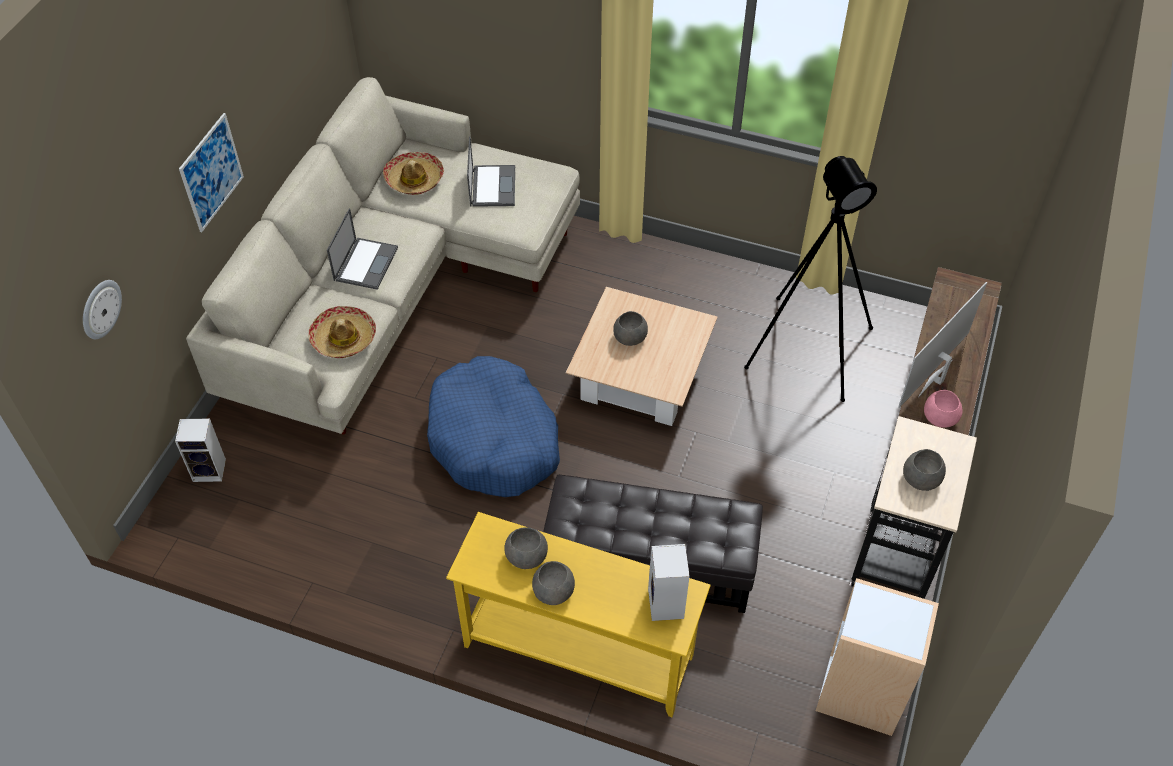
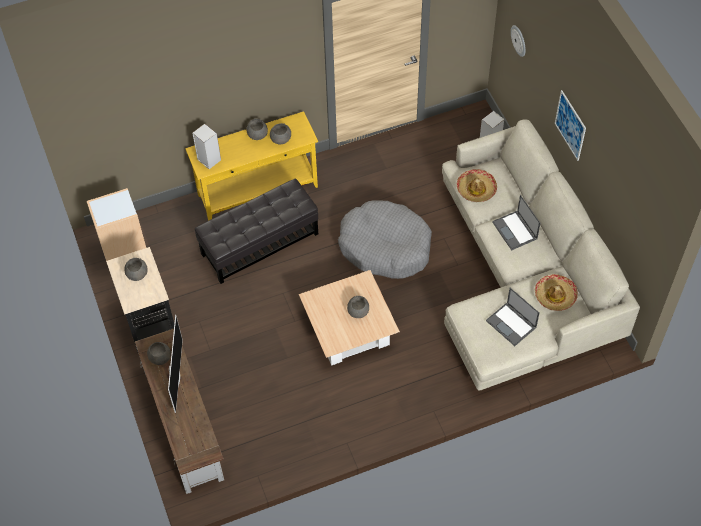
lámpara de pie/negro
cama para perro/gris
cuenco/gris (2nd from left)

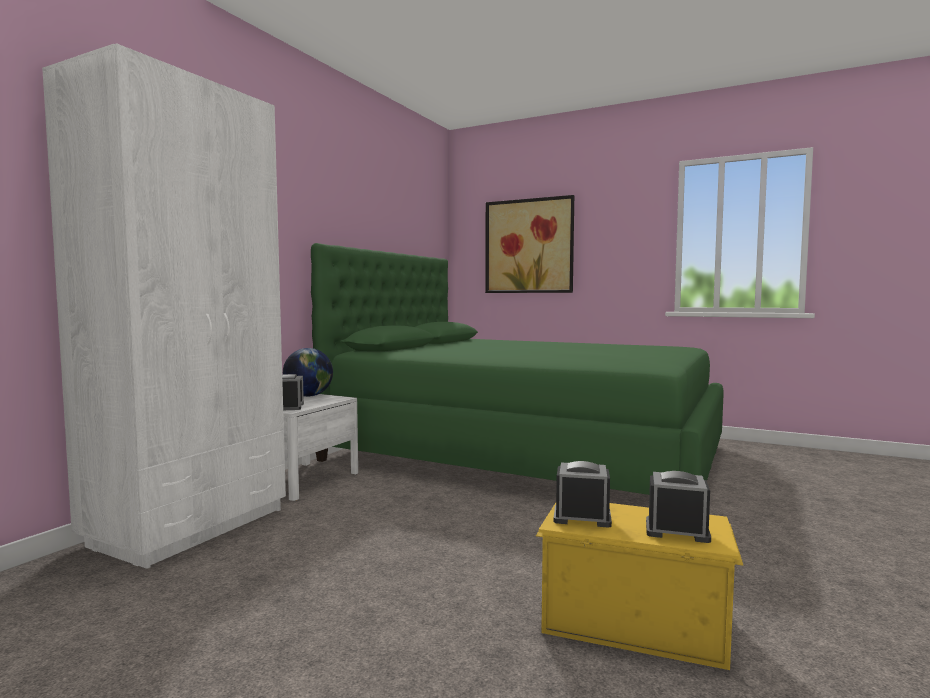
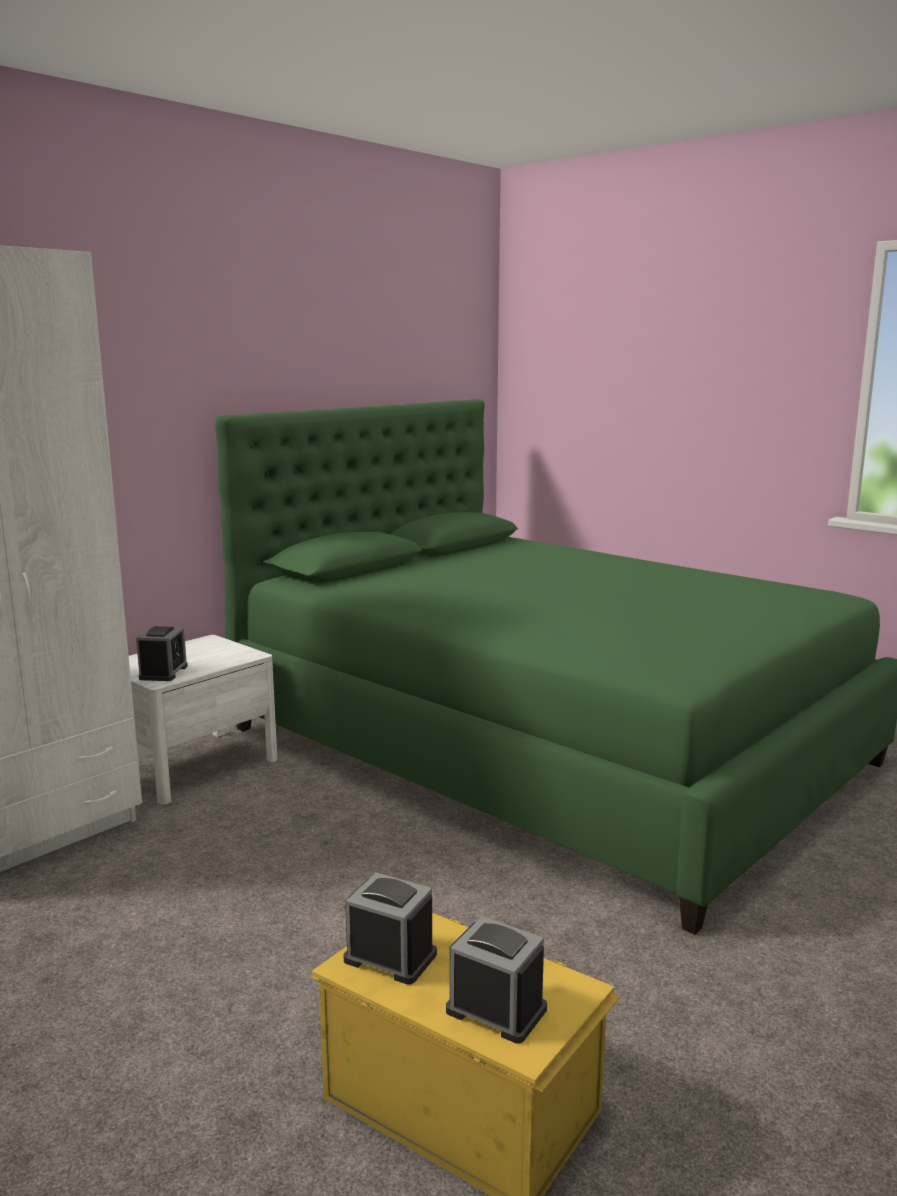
globo terráqueo
cuadro

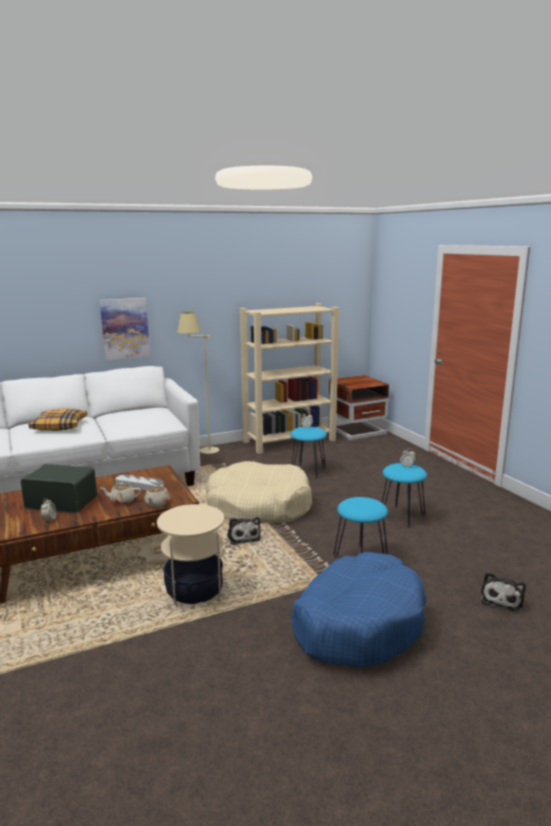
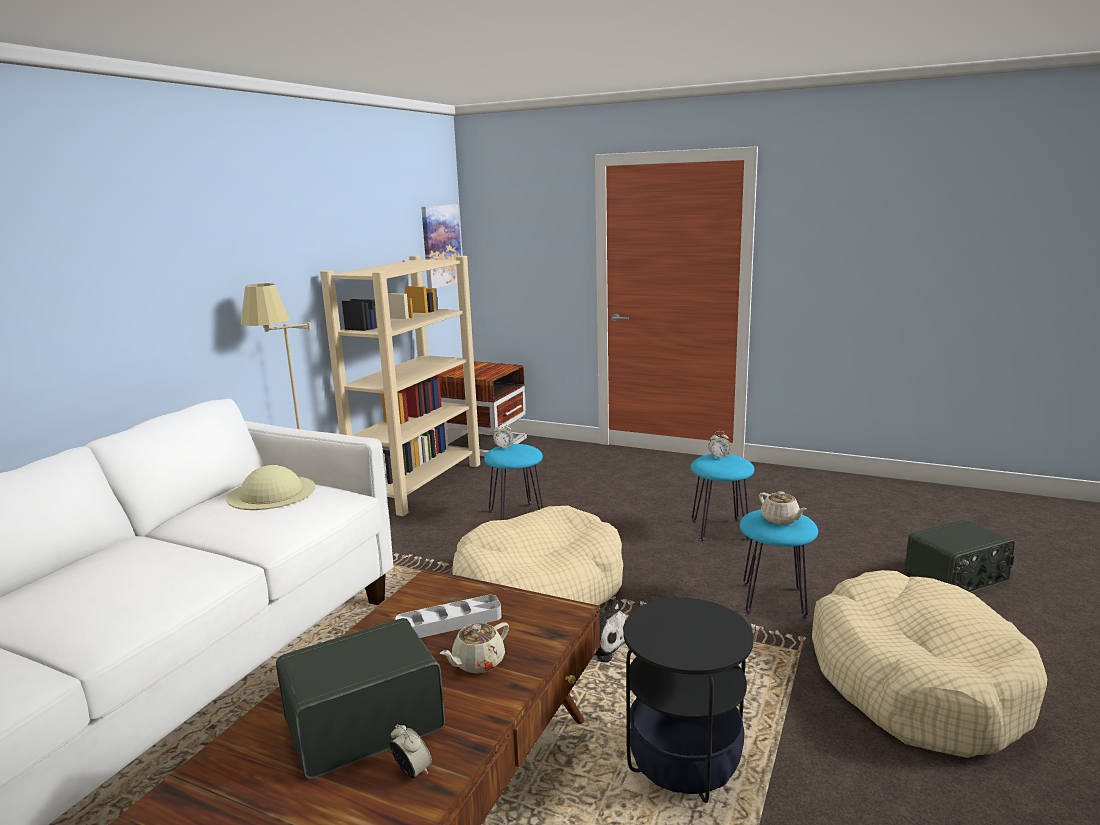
cojín
sombrero/beis
cuadro
tetera/beis (2nd from left)
radio (2nd from left)
mesa auxiliar/negro
cama para perro/beis (2nd from left)

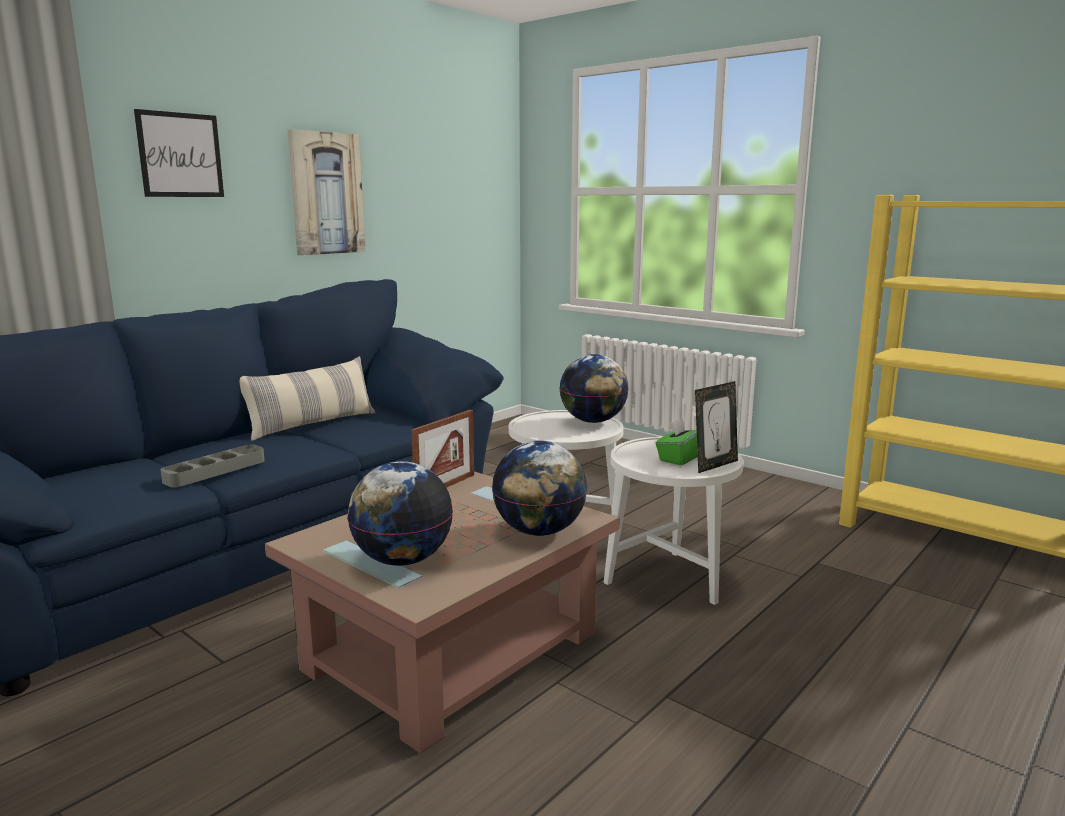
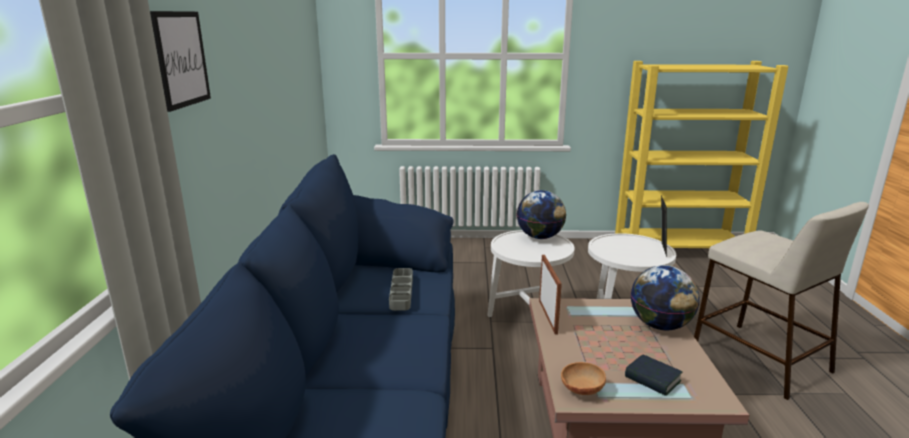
cojín
cuadro (2nd from left in the first image)
caja de pañuelos/verde
cuenco/marrón
taburete/beis
bandeja/gris
libro

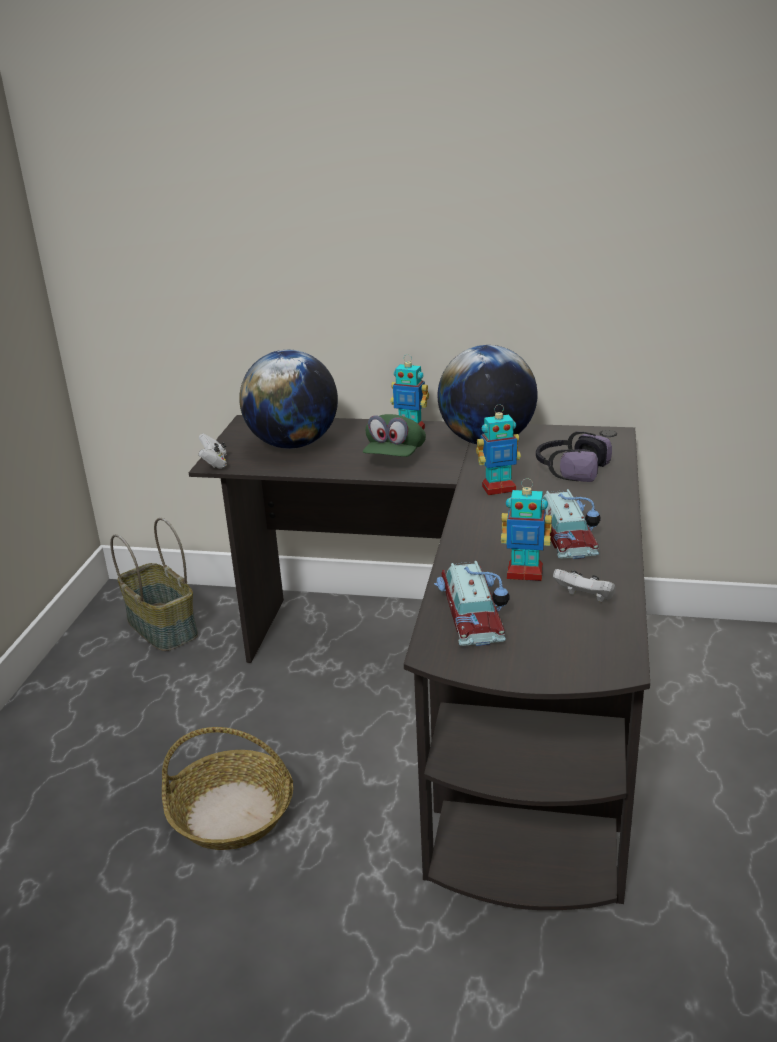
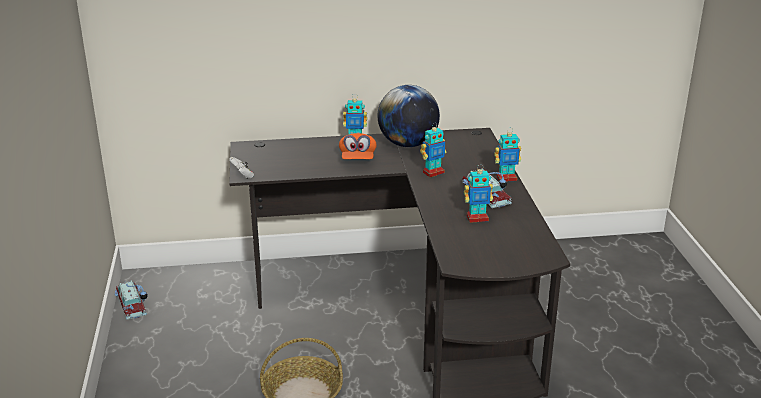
cesta (1st from left in the first image)
globo terráqueo (1st from left in the first image)
auriculares
mando de consola/blanco (2nd from left in the first image)
robot de juguete (4th from left)
coche de juguete (1st from left)
gorra/naranja

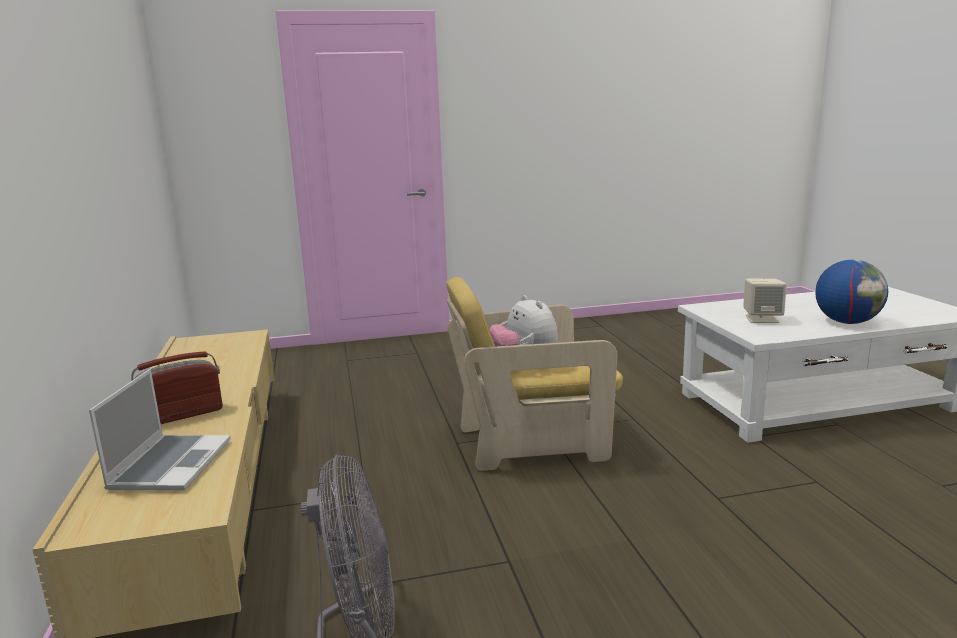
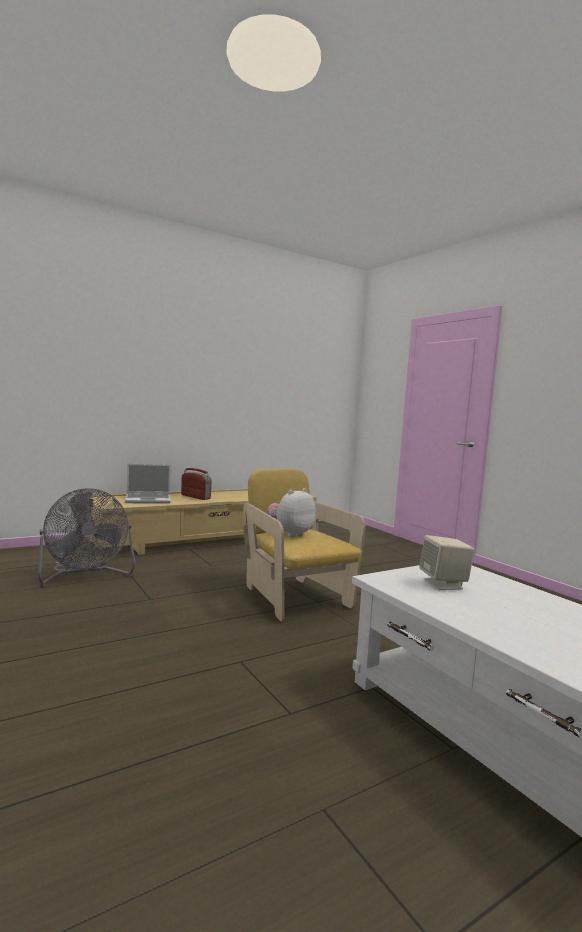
globo terráqueo

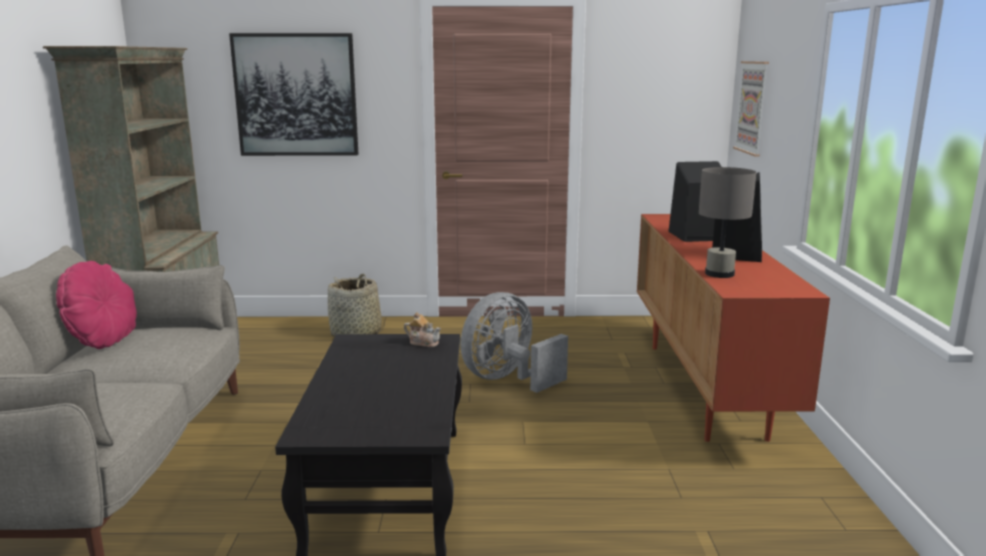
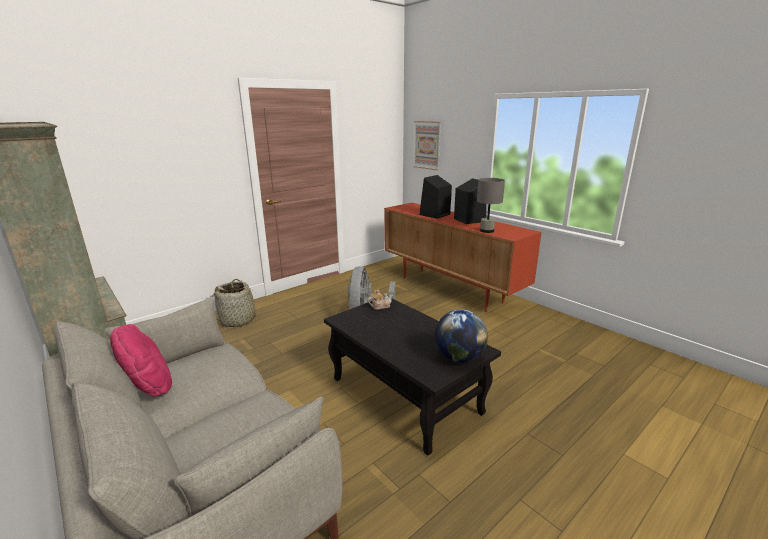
cuadro (1st from left in the first image)
globo terráqueo

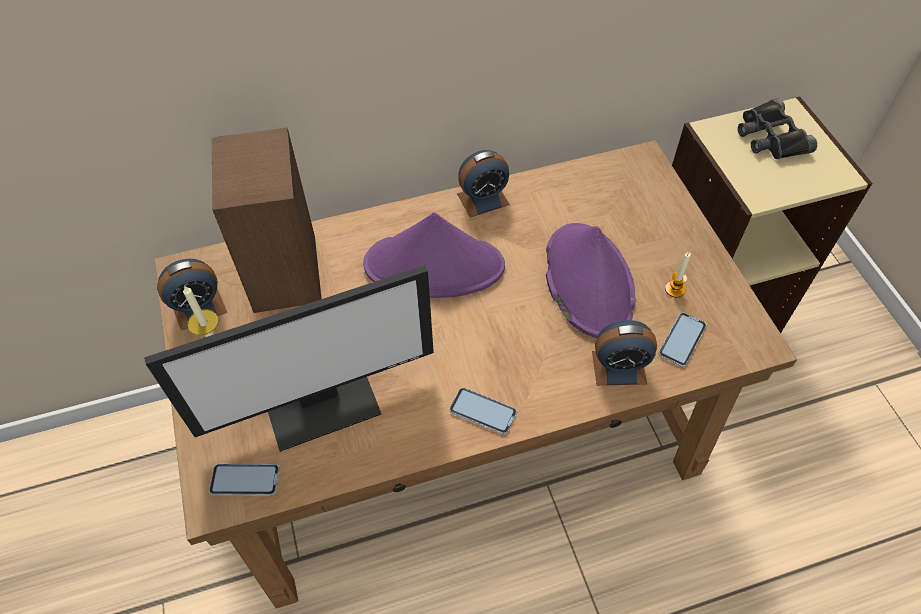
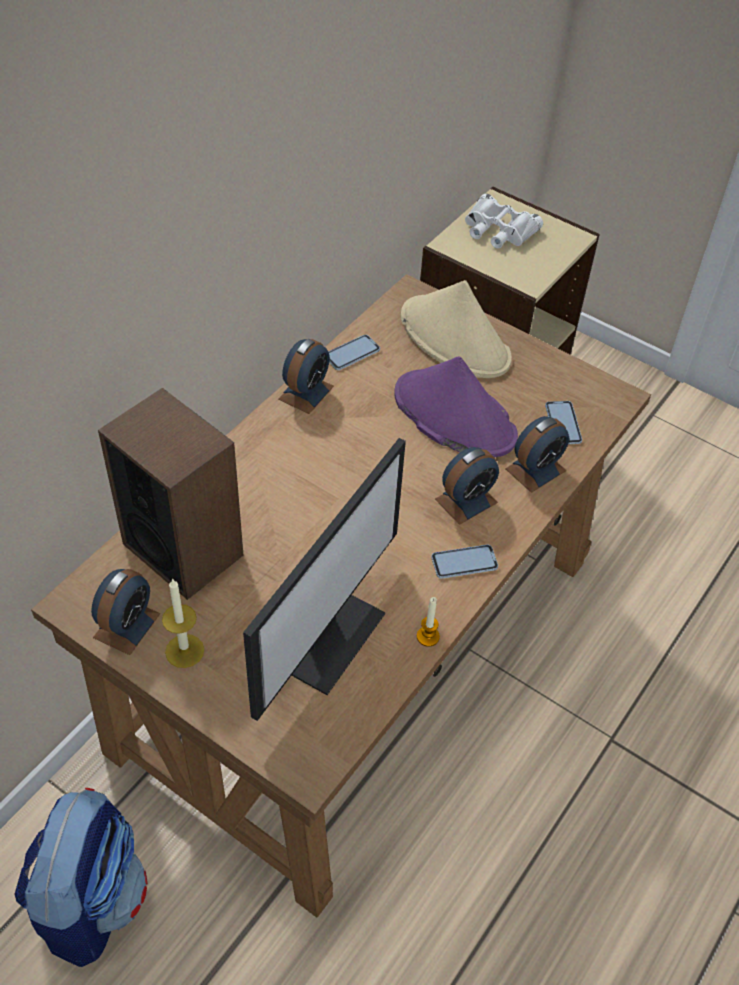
sombrero/morado (1st from left in the first image)
mochila
sombrero/beis
despertador (3rd from left)
móvil (1st from left)
vela (2nd from left)
prismáticos/blanco

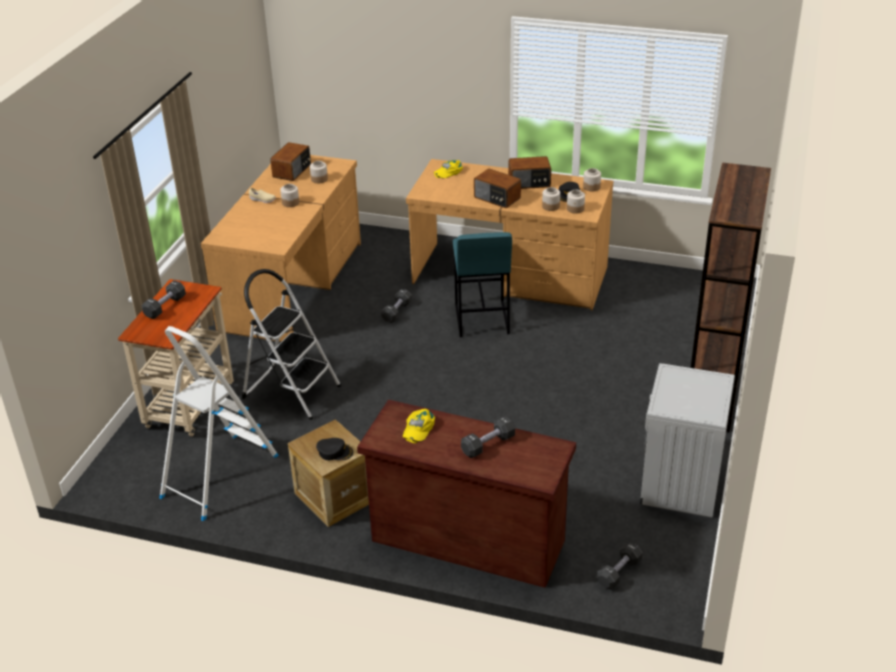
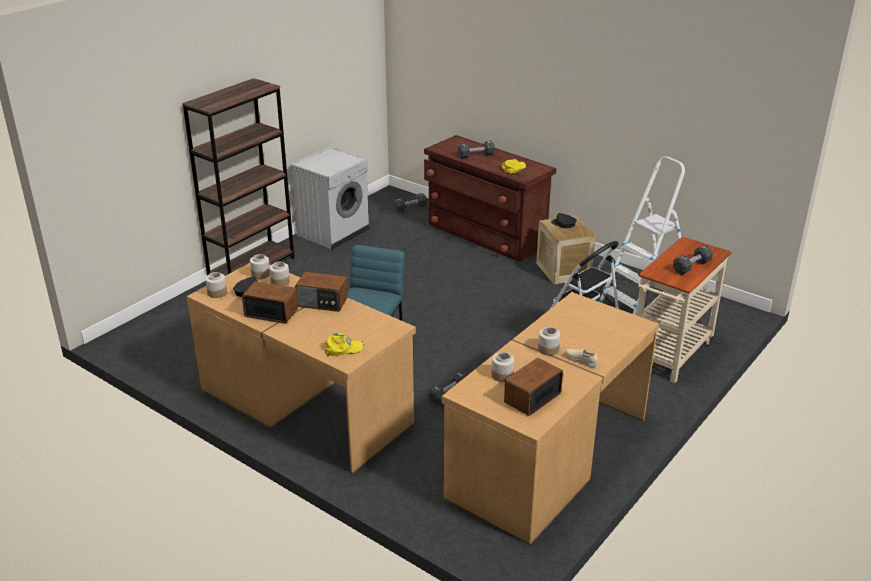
radio (2nd from left)

